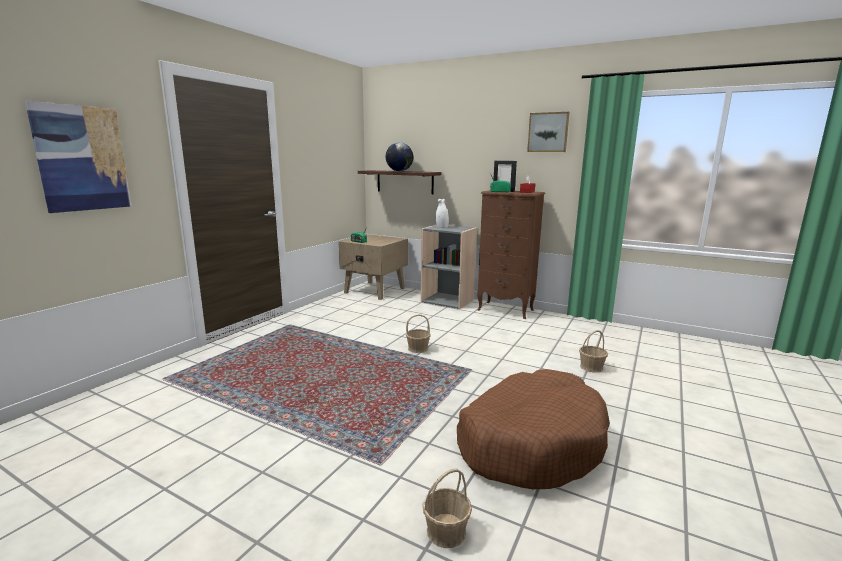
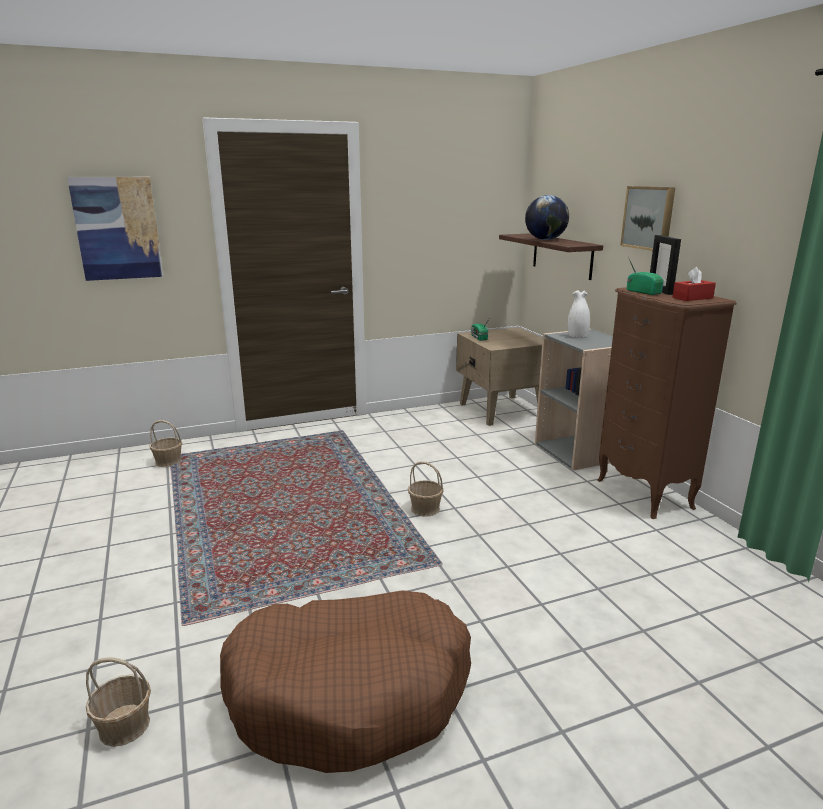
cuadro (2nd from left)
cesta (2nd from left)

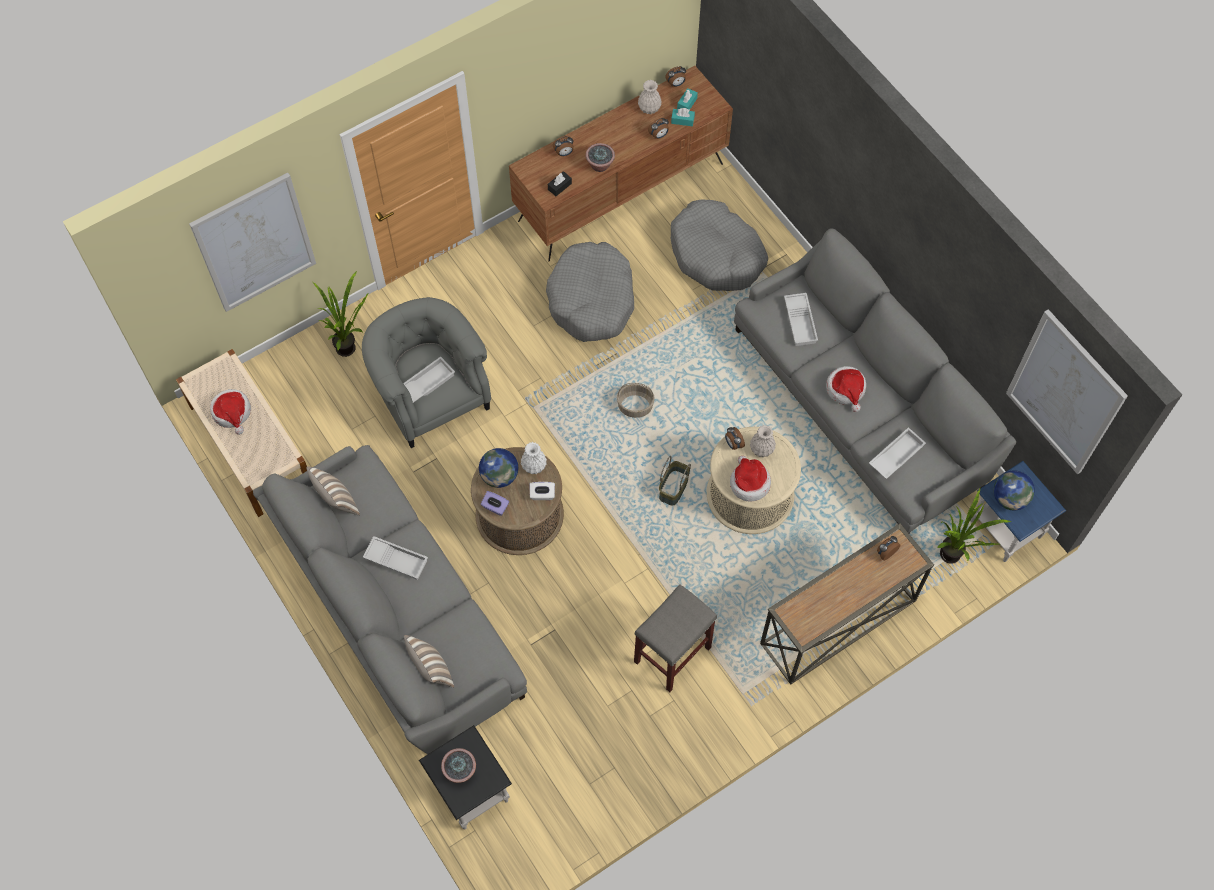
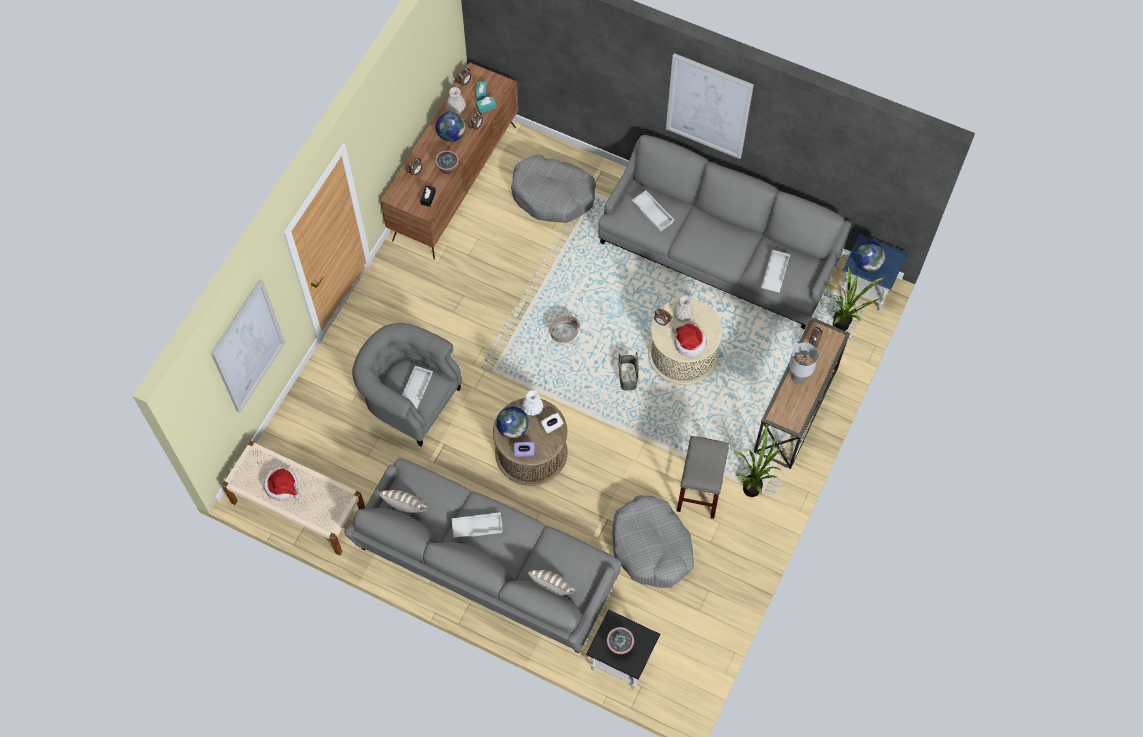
sombrero (3rd from left in the first image)
globo terráqueo (1st from left)
lámpara de mesa/gris
planta en maceta (3rd from left)
cama para perro/gris (2nd from left)
cuadro (2nd from left)

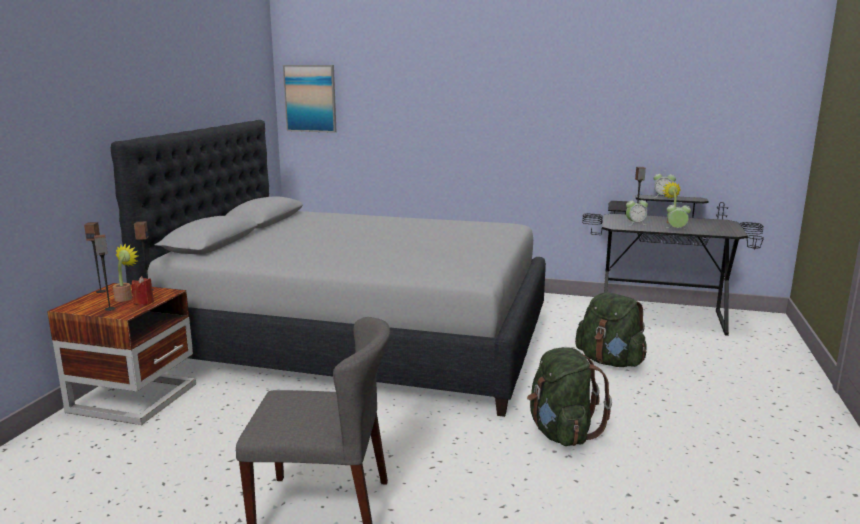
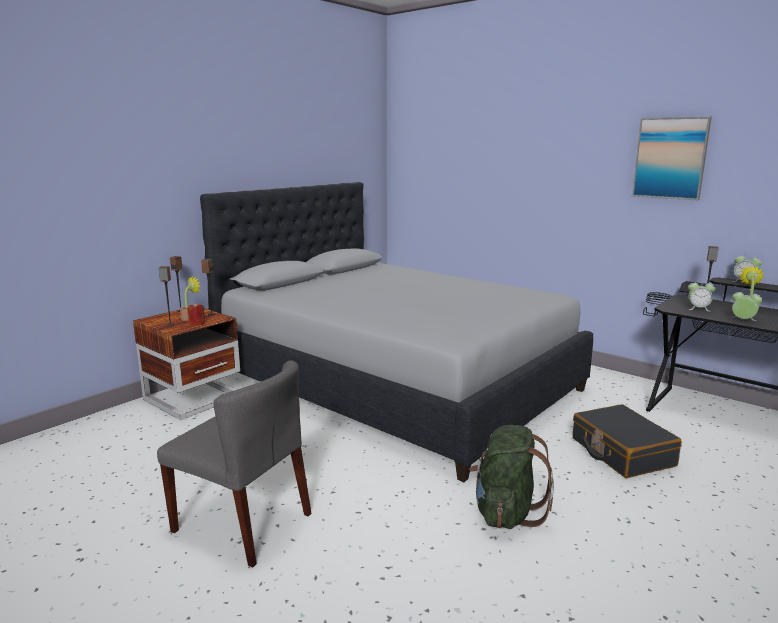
cuadro
maleta/negro

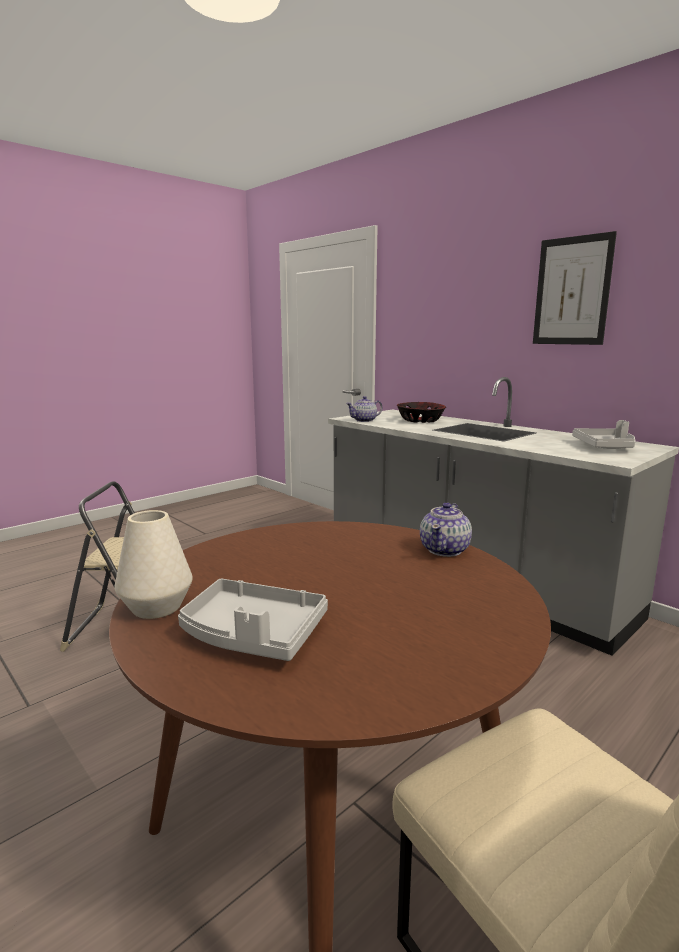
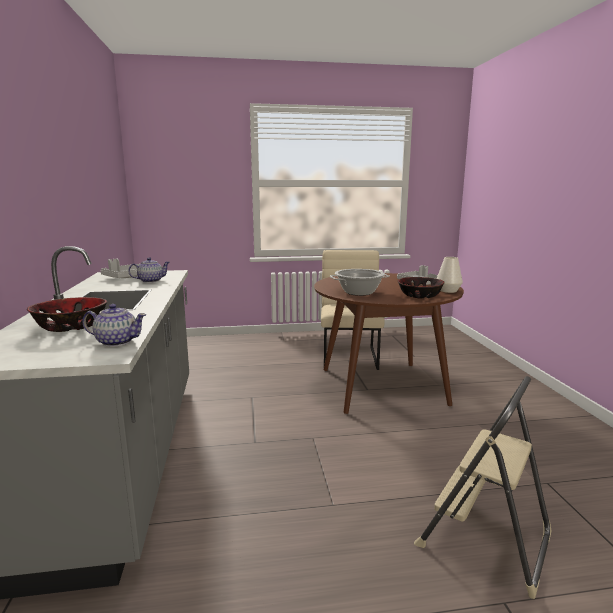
cuadro
olla
cuenco (2nd from left)
tetera (2nd from left)

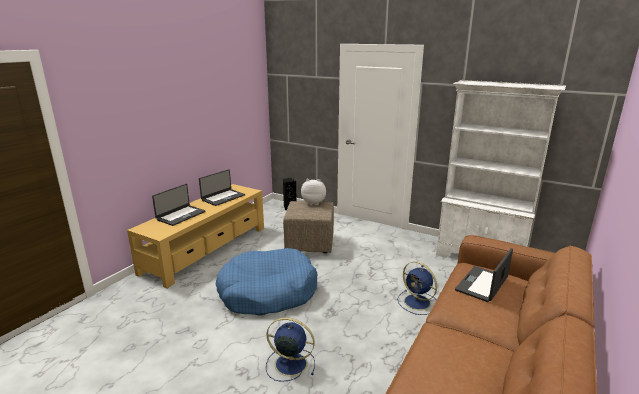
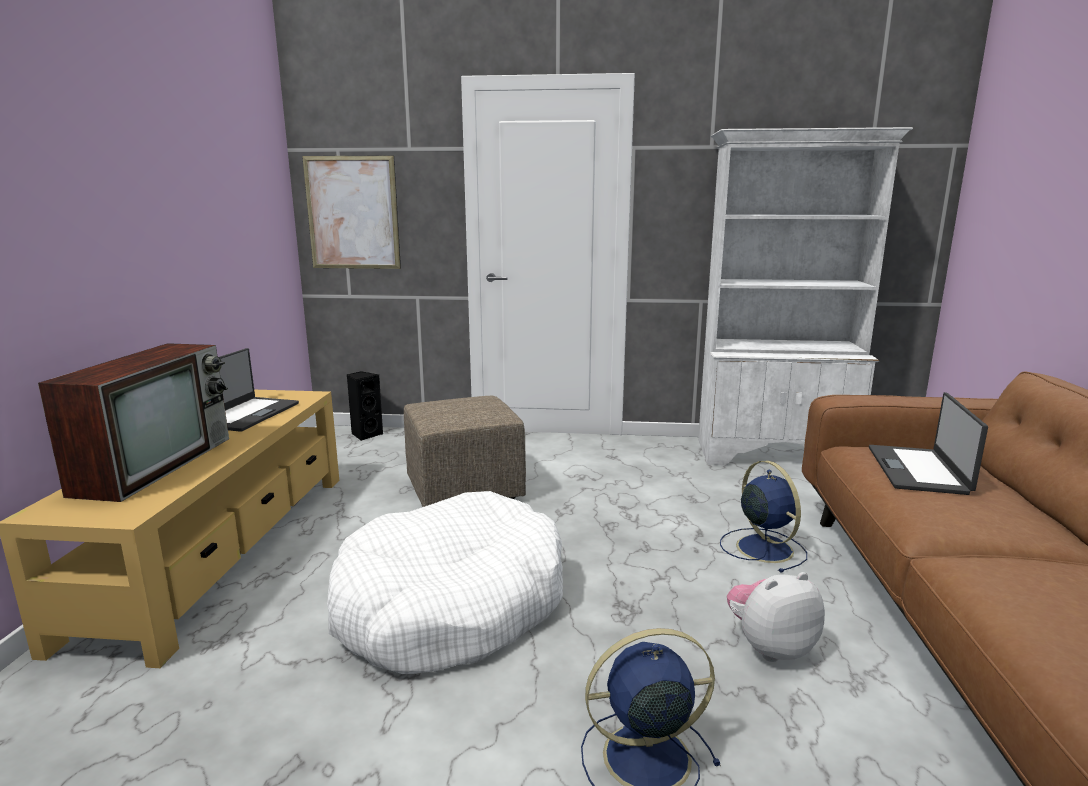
cuadro
peluche
televisor
cama para perro/blanco
ventilador/azul (2nd from left)

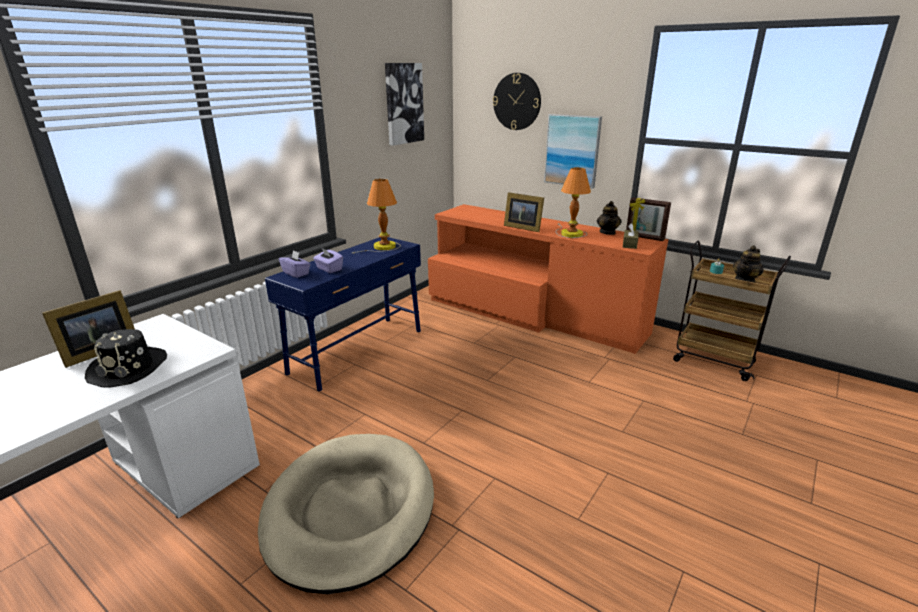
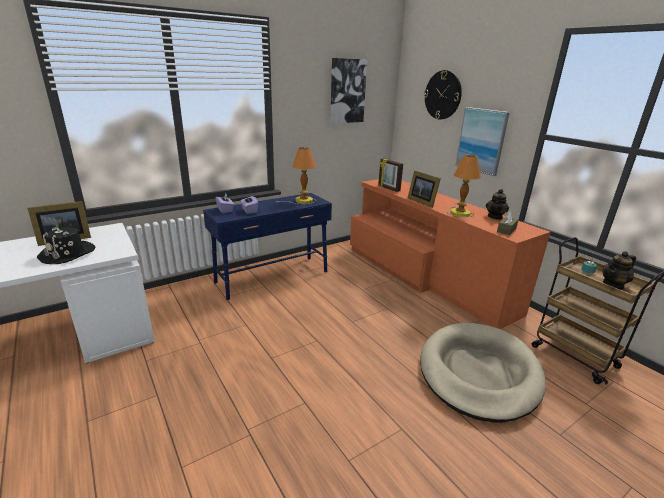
cama para perro/beis
portarretratos (2nd from left)

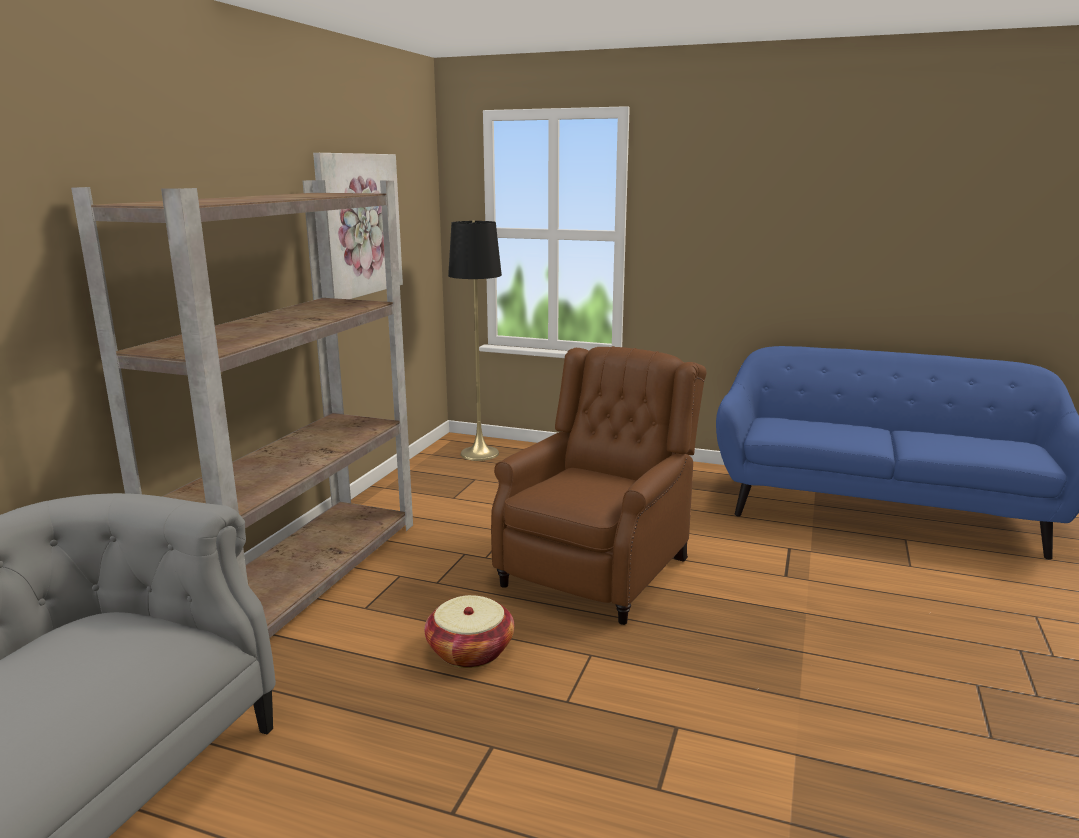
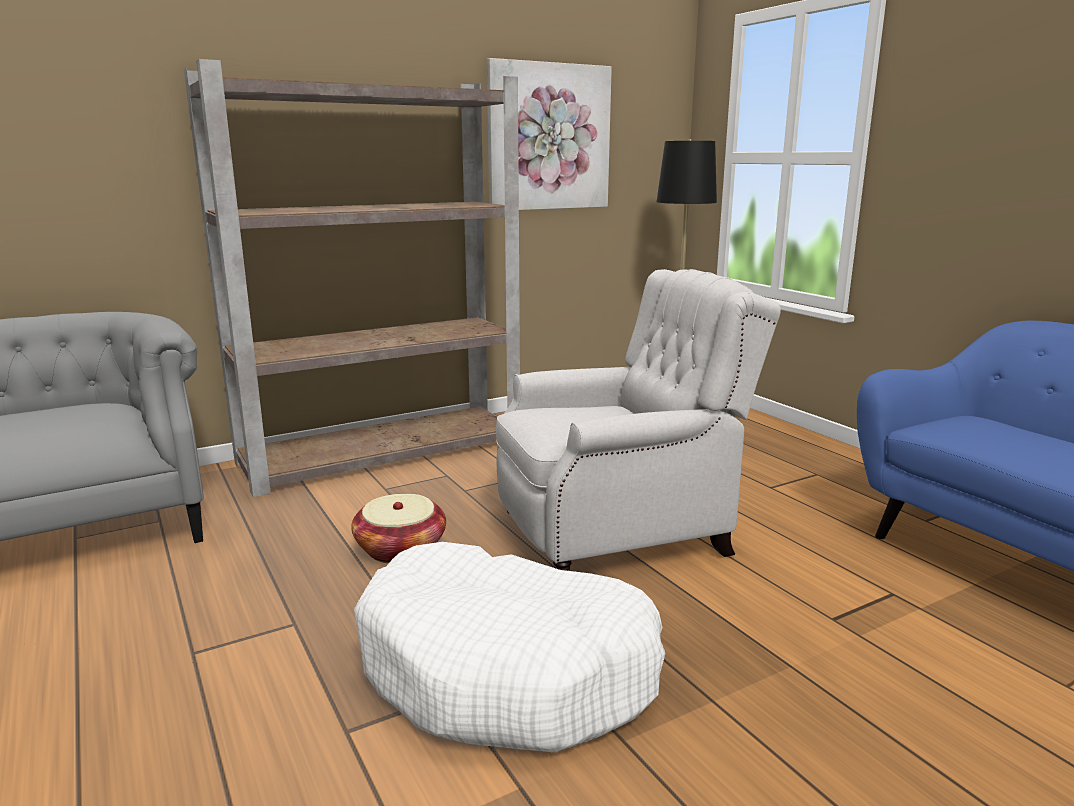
cama para perro/blanco
sillón/blanco

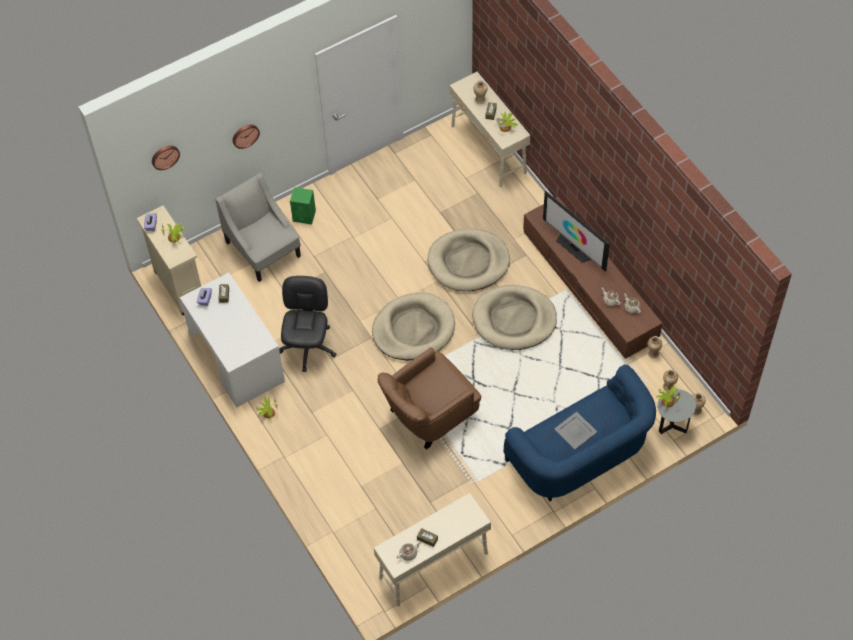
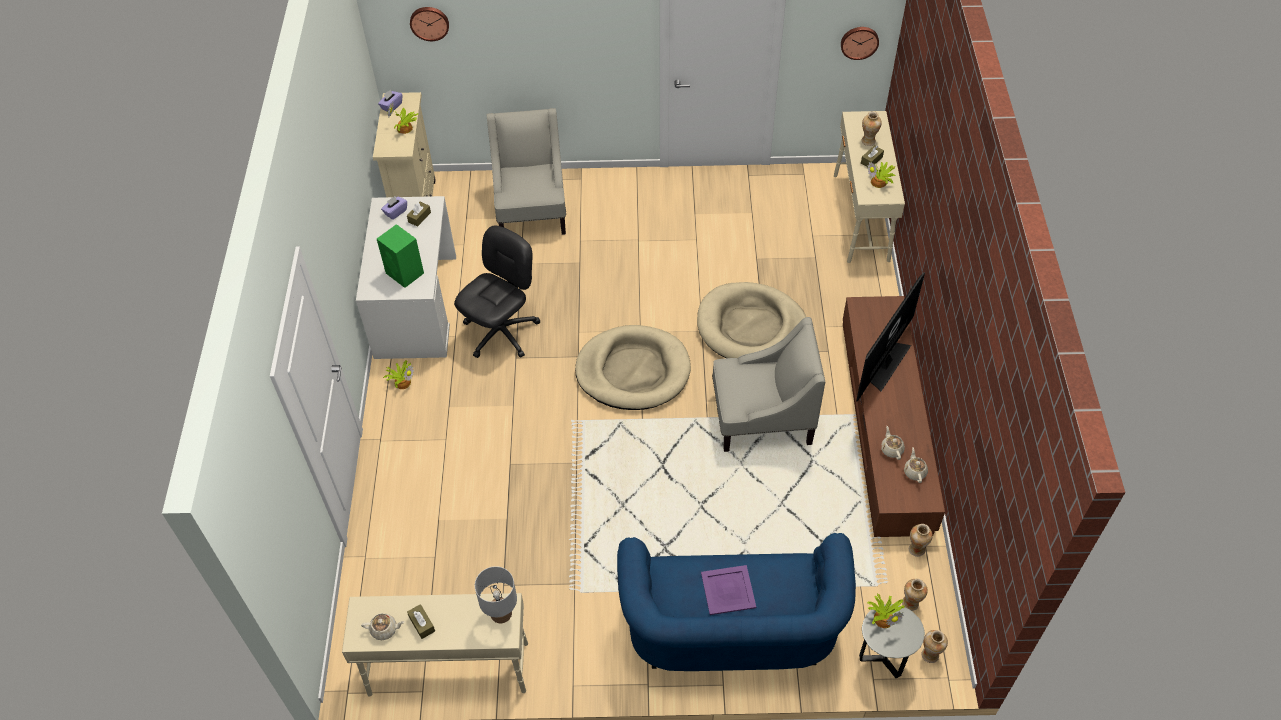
sillón/marrón
lámpara de mesa/gris
reloj de pared (2nd from left)
altavoz/verde
sillón/gris (2nd from left)
bandeja/morado
televisor

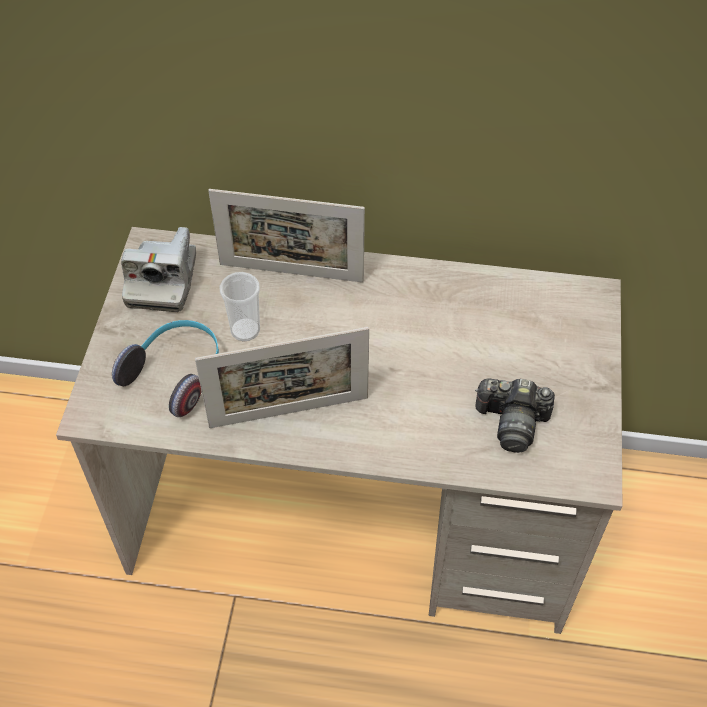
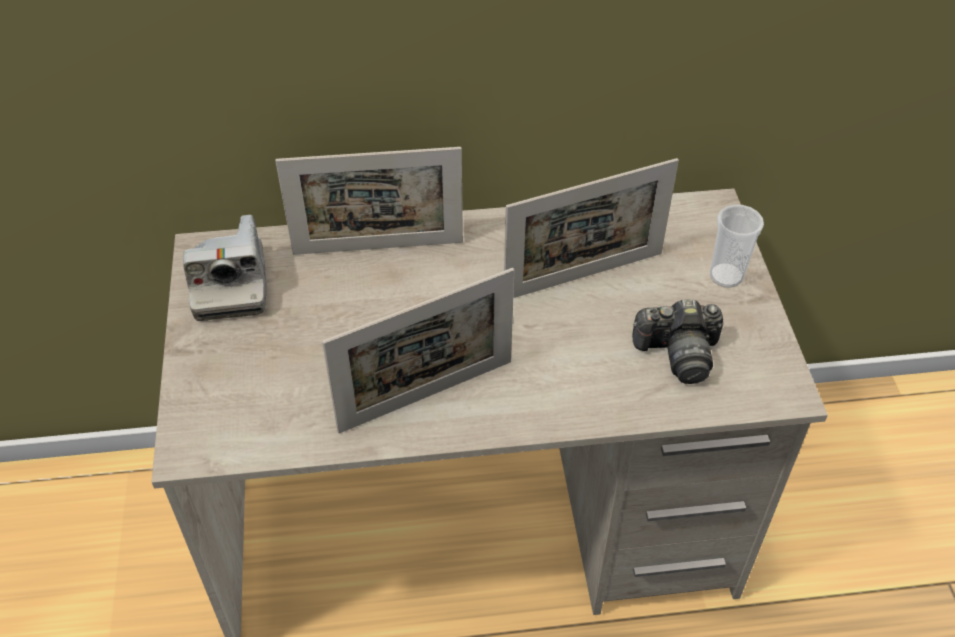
auriculares
portarretratos (3rd from left)
taza

